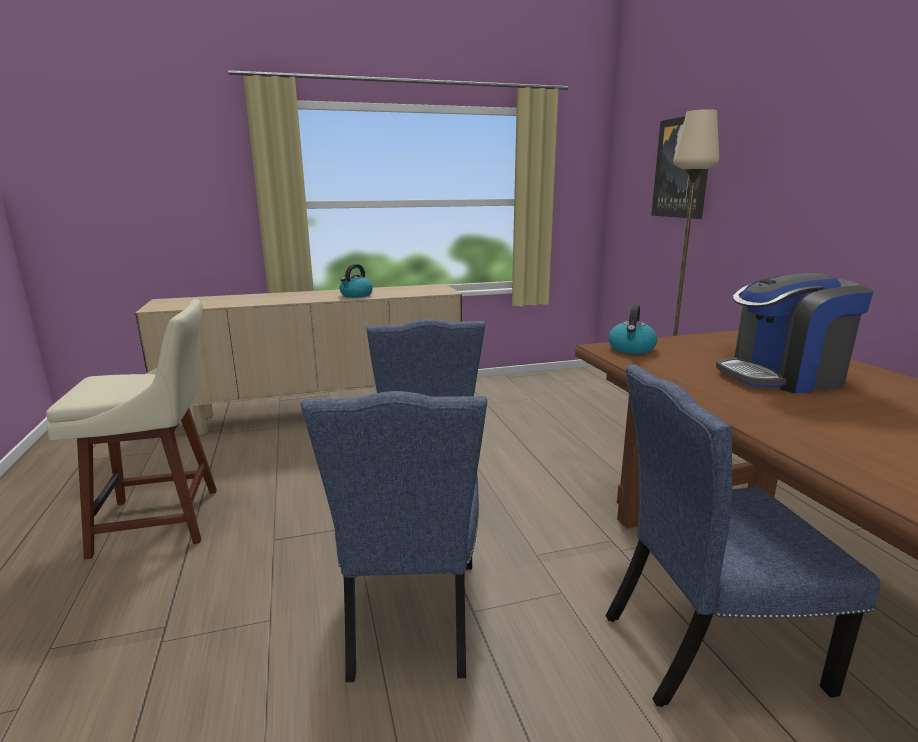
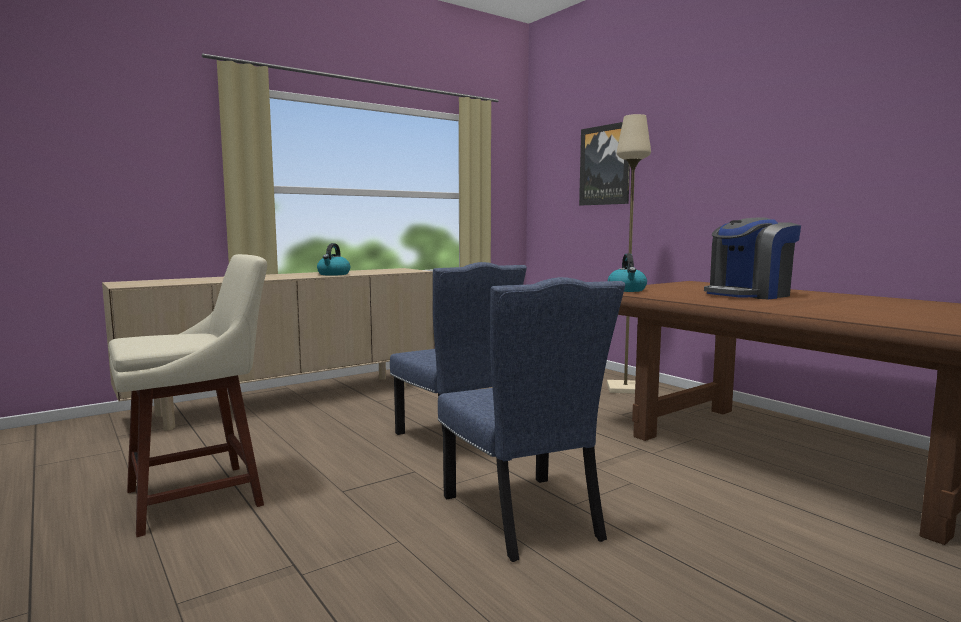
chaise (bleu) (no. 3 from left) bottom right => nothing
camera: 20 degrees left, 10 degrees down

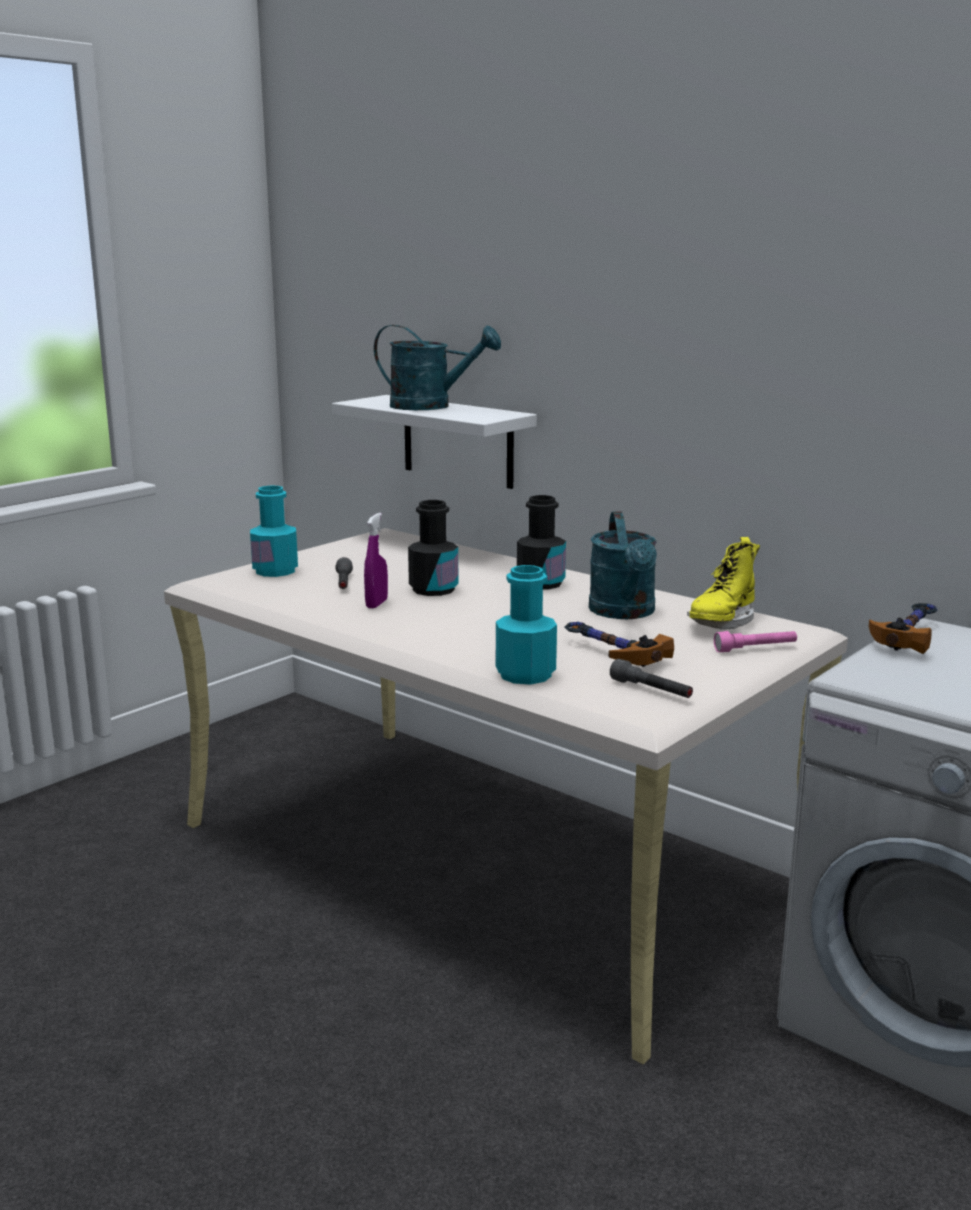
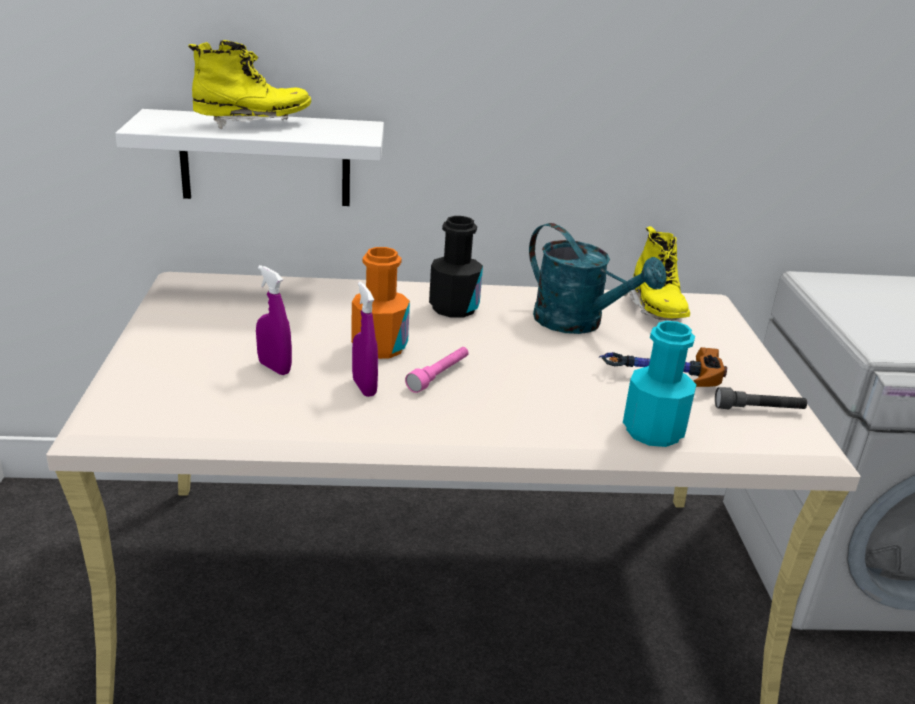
bouteille (turquoise) (no. 1 from left) middle left => nothing
lampe de poche (gris) (no. 1 from left) centre => vaporisateur (violet) (no. 1 from left) middle left
arrosoir (turquoise) (no. 1 from left) top centre => botte (jaune) (no. 1 from left) top left
bouteille (noir) (no. 1 from left) centre => bouteille (orange) centre
lampe de poche (rose) middle right => lampe de poche (rose) centre, shifted
marteau (no. 2 from left) middle right => nothing
camera: 45 degrees left, 10 degrees up

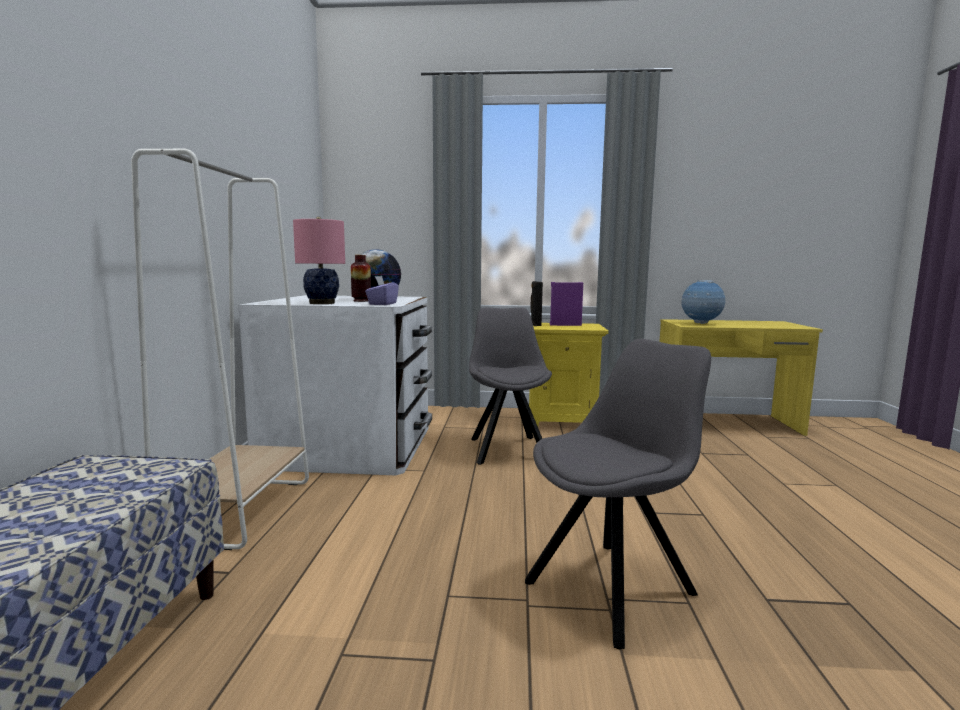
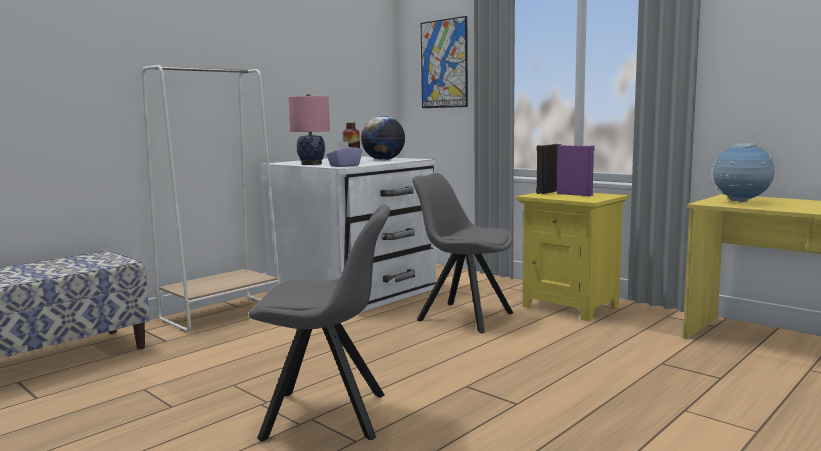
chaise (gris) (no. 1 from left in the first image) centre => chaise (gris) (no. 2 from left) centre, 90 degrees counterclockwise
nothing => tableau top centre
camera: 40 degrees right, 0 degrees up

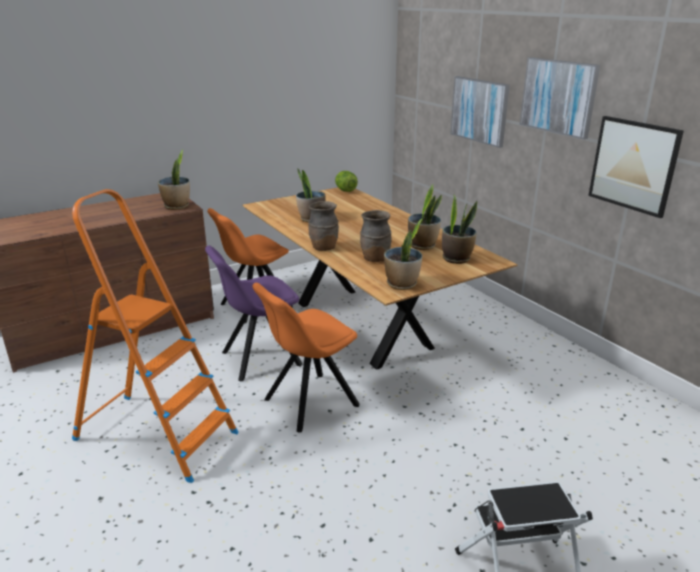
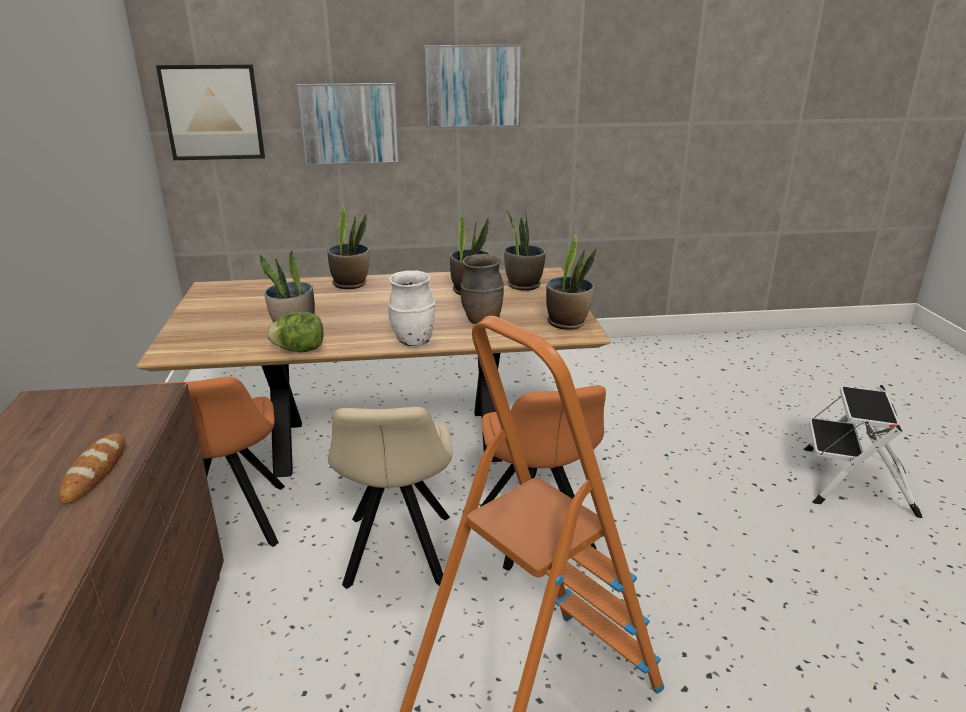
plante en pot (no. 1 from left in the first image) top left => plante en pot (no. 2 from left) centre, shifted
chaise (violet) centre => chaise (beige) bottom centre
vase (marron) (no. 1 from left) centre => vase (blanc) centre
laitue top centre => laitue middle left, shifted
tableau (no. 3 from left in the first image) top right => tableau (no. 1 from left) top left, shifted
nothing => pain middle left
camera: 65 degrees left, 0 degrees up

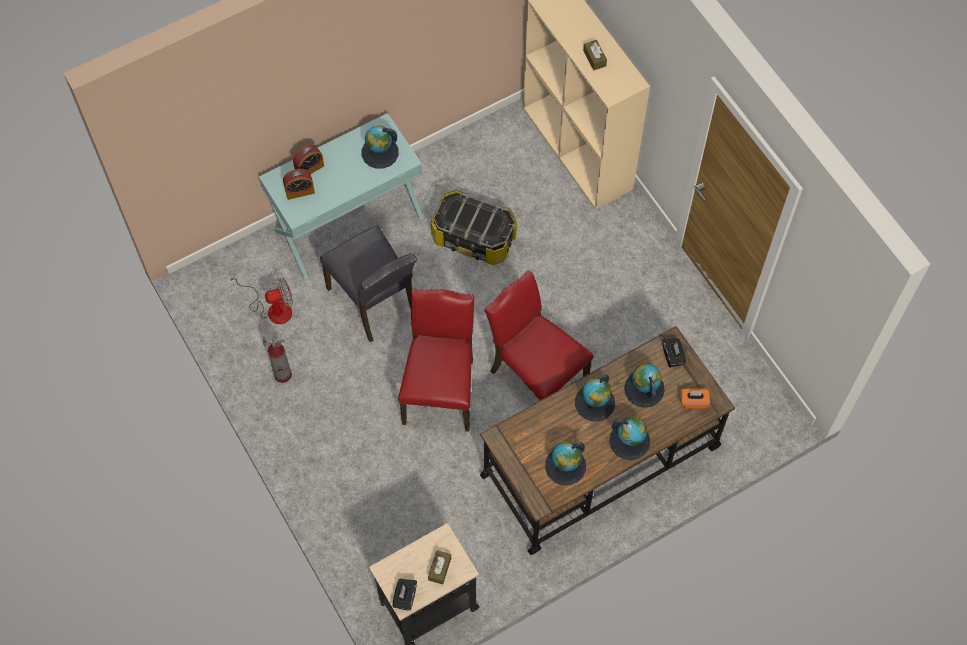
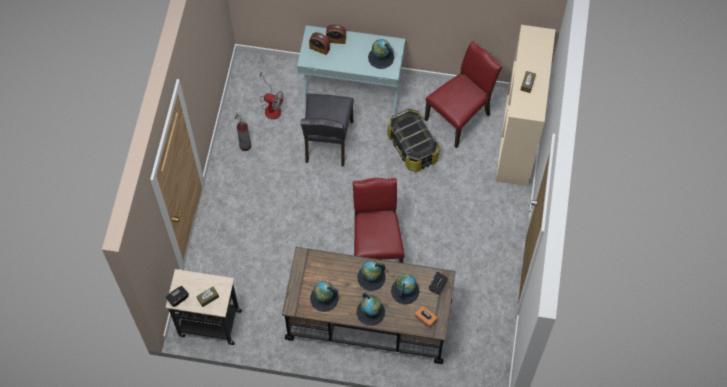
chaise (rouge) (no. 1 from left in the first image) centre => chaise (rouge) (no. 2 from left) top centre, shifted
camera: 40 degrees right, 0 degrees up

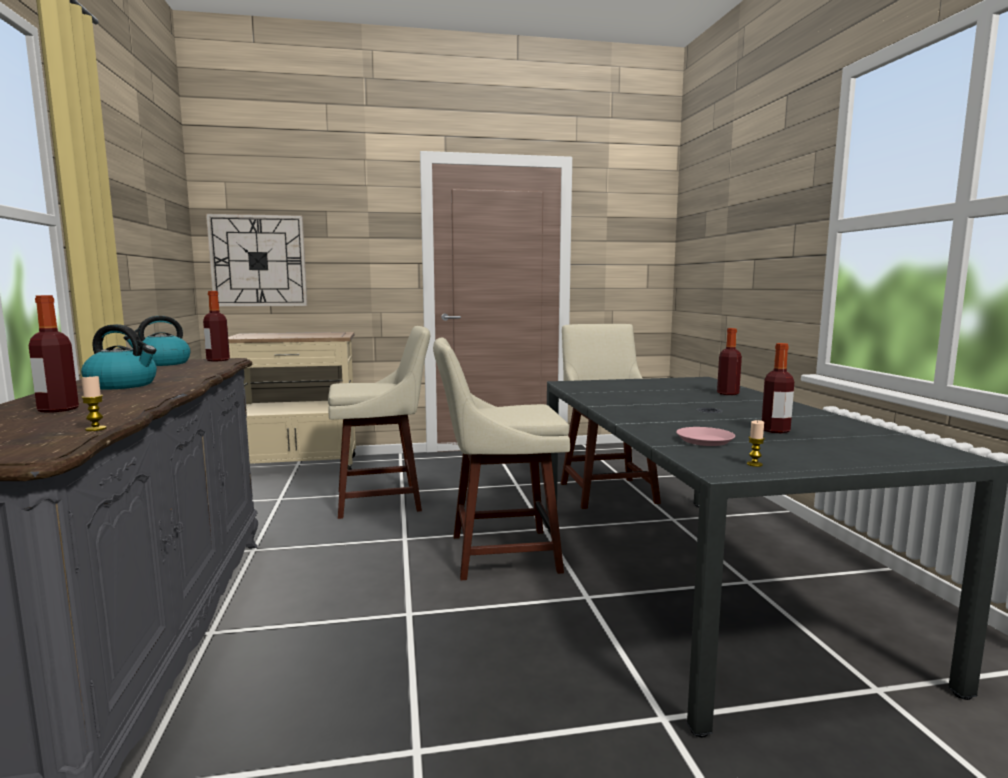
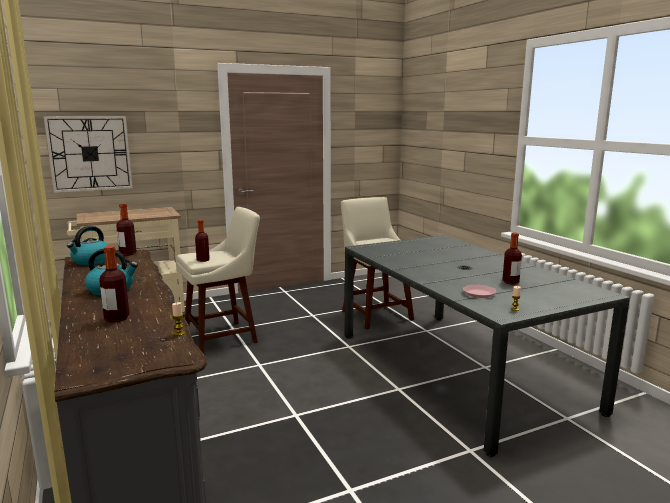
tabouret (beige) (no. 2 from left) centre => nothing
bouteille (no. 3 from left) middle right => bouteille (no. 3 from left) middle left, shifted
camera: 15 degrees left, 5 degrees up

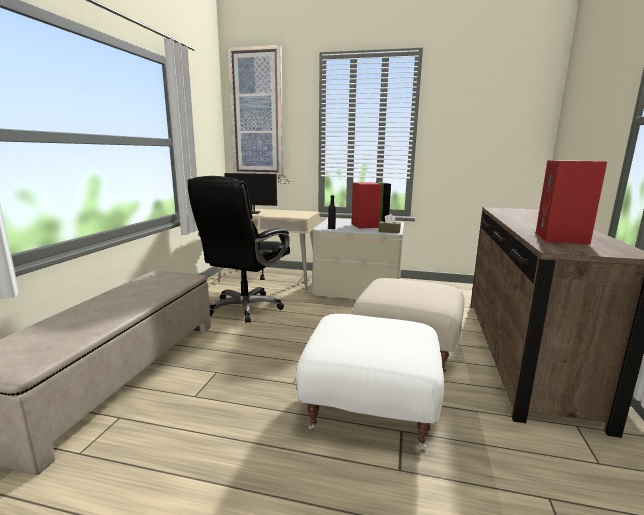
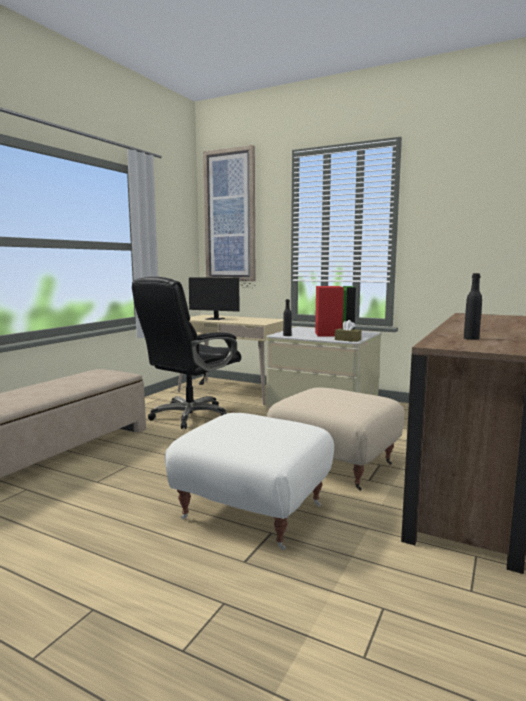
enceinte (rouge) (no. 2 from left) middle right => bouteille (noir) (no. 2 from left) middle right
camera: 15 degrees right, 5 degrees down

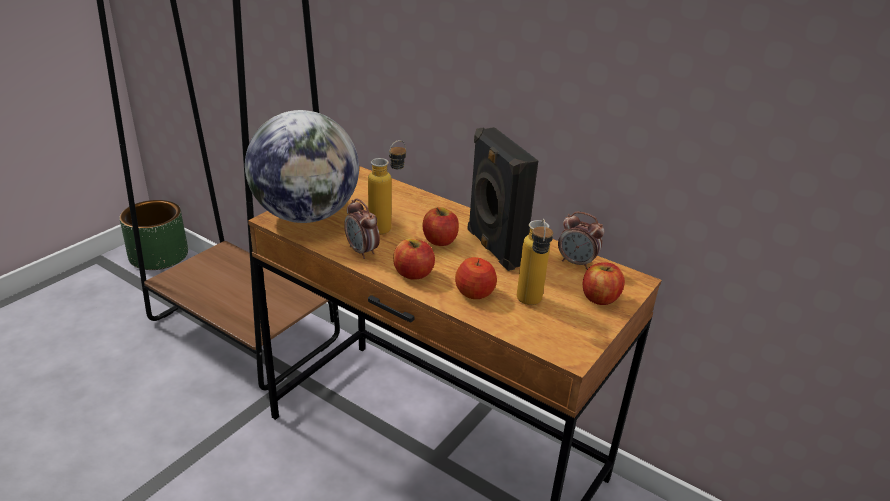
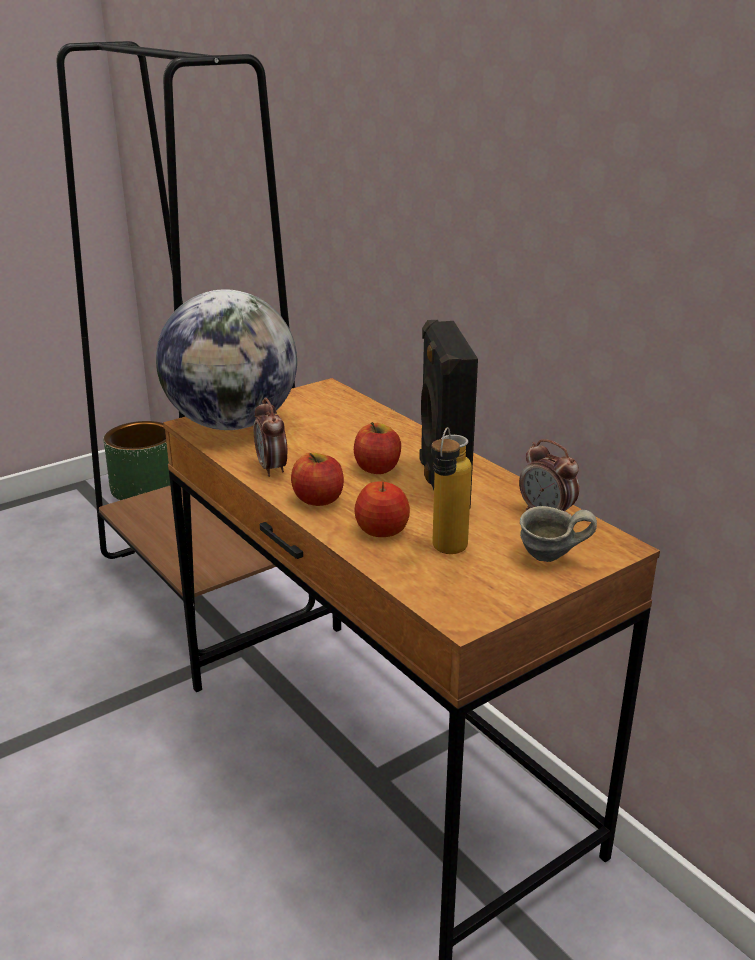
bouteille (no. 1 from left) centre => nothing
pomme (no. 4 from left) middle right => mug (gris) middle right
camera: 20 degrees right, 5 degrees down

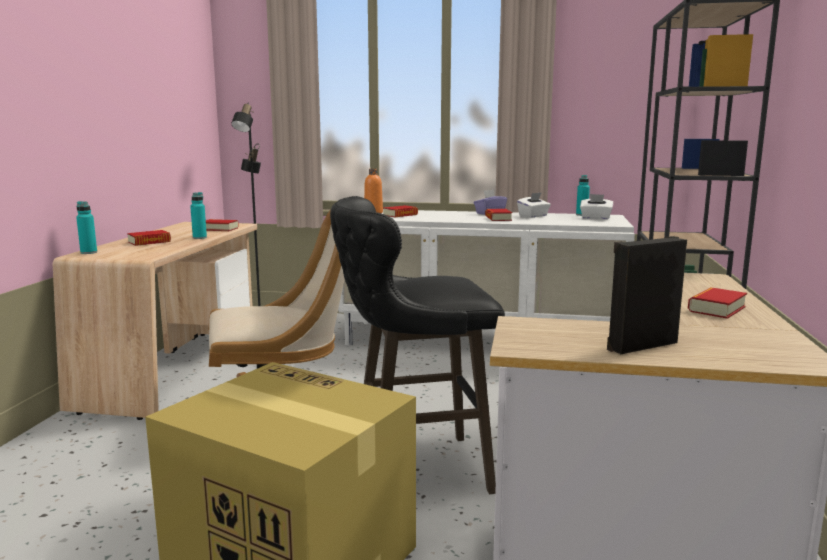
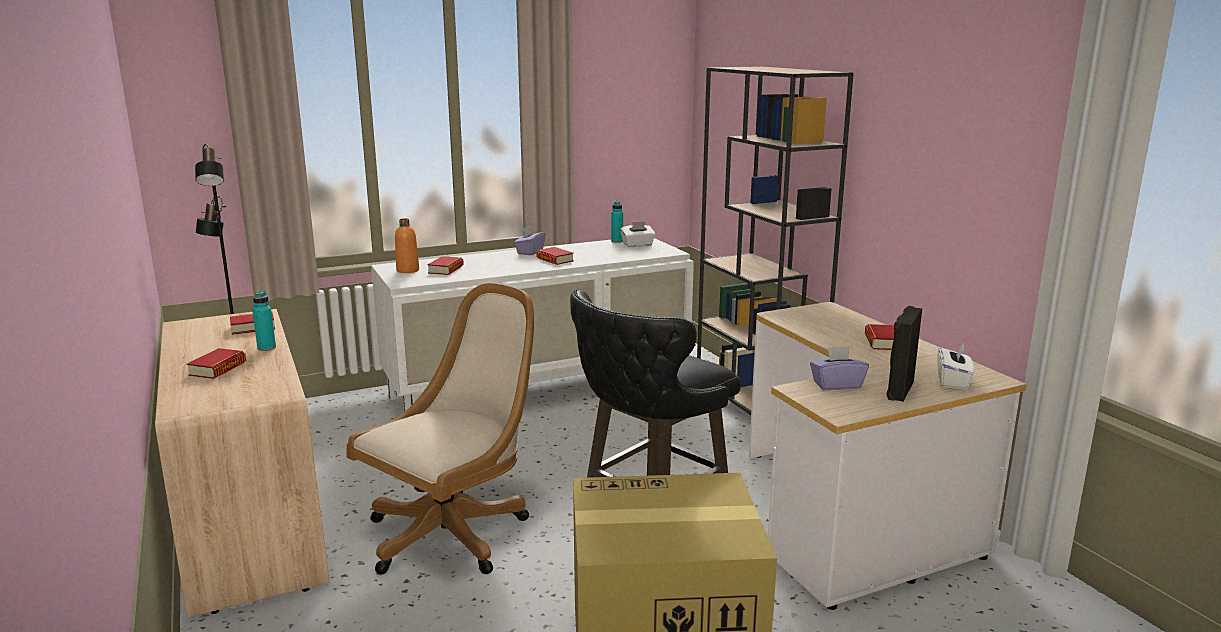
bouteille (turquoise) (no. 1 from left) middle left => nothing
boîte à mouchoirs (blanc) (no. 1 from left in the first image) centre => boîte à mouchoirs (blanc) (no. 2 from left) middle right, shifted
nothing => boîte à mouchoirs (violet) (no. 2 from left) middle right
camera: 35 degrees left, 5 degrees up

